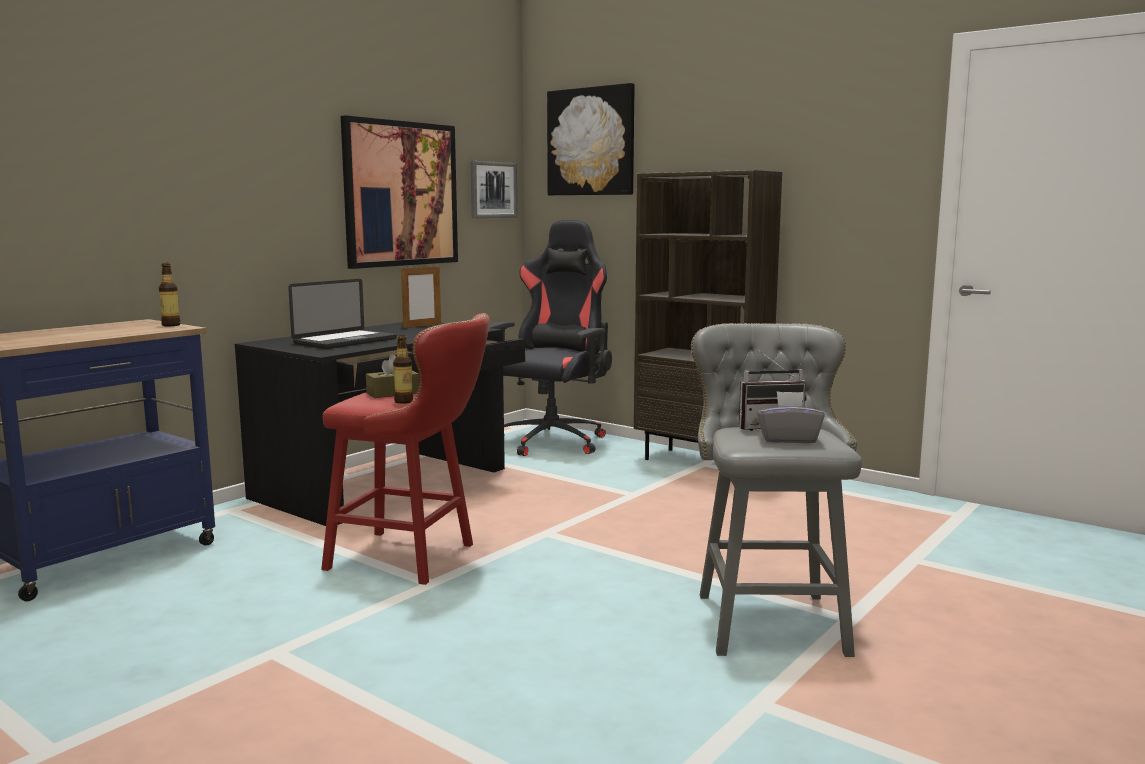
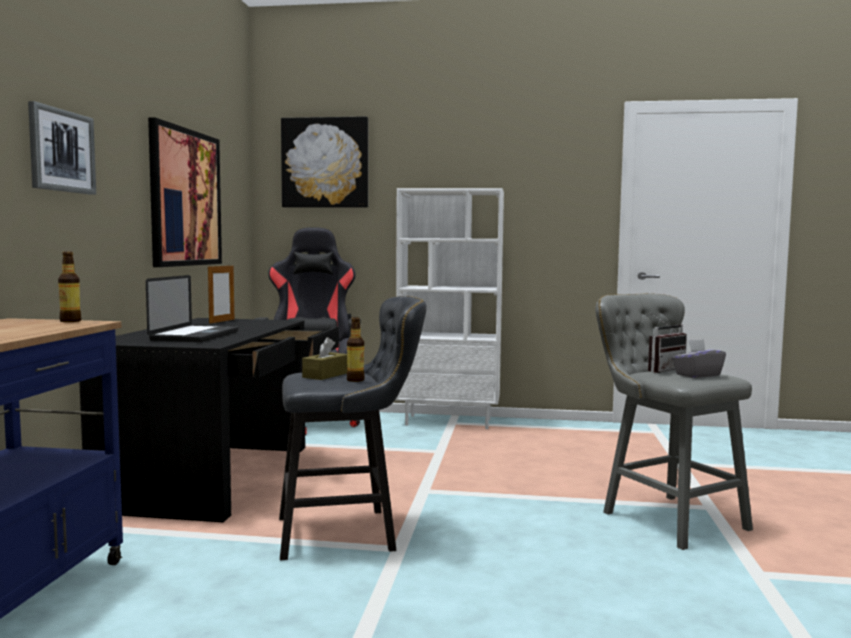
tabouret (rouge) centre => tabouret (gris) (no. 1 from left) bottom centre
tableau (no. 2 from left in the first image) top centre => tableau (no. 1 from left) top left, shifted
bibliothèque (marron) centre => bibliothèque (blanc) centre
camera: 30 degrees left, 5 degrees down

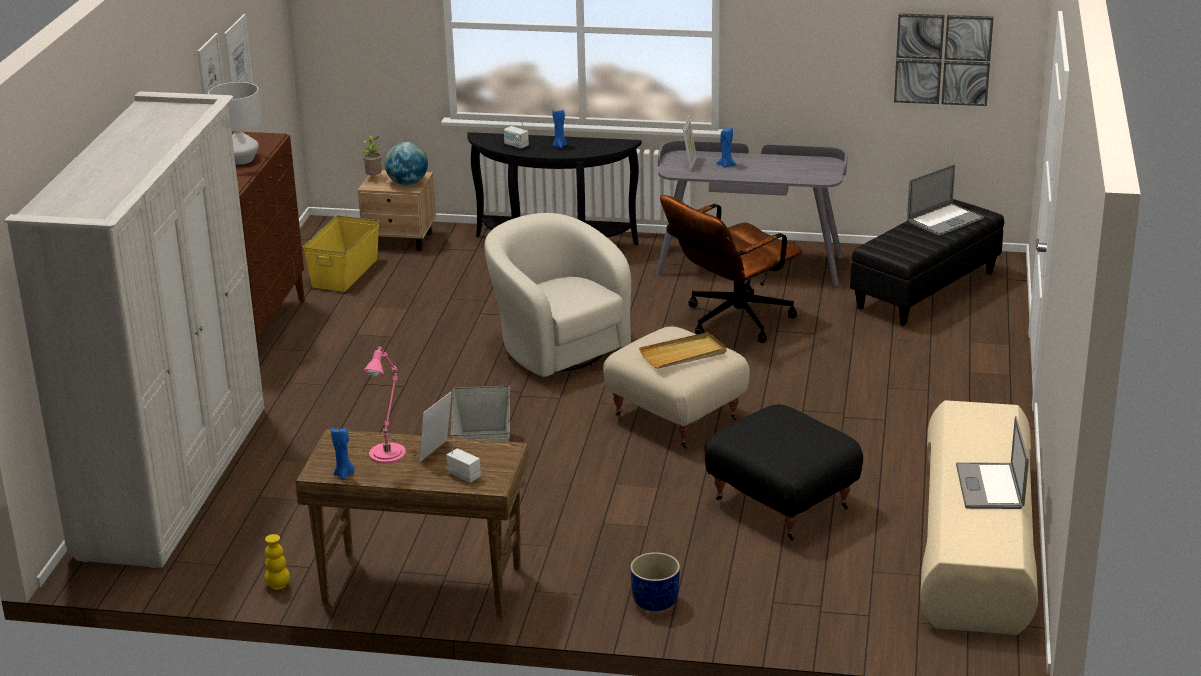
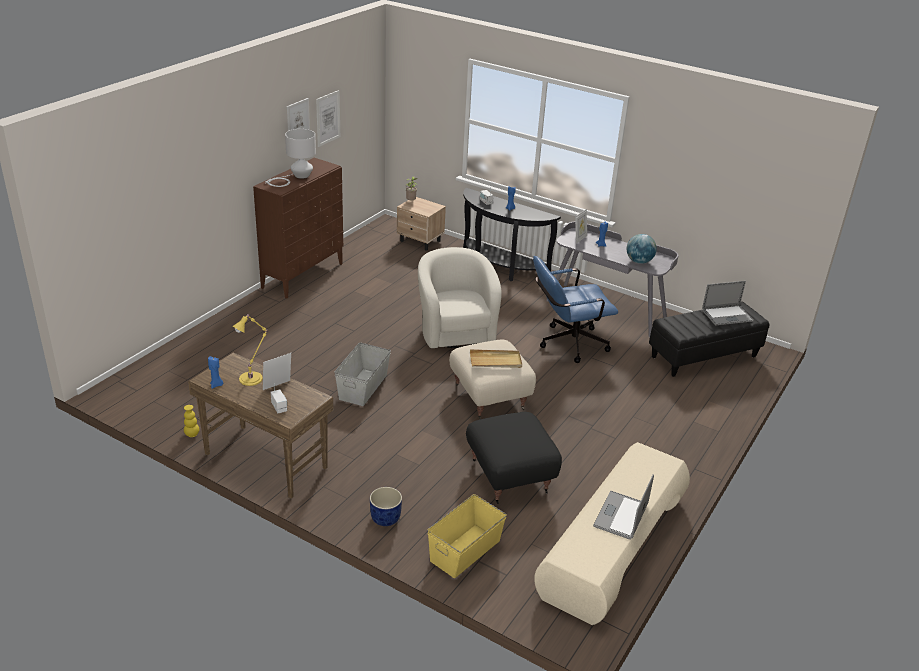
armoire (blanc) middle left => nothing
boîte de rangement (jaune) middle left => boîte de rangement (jaune) bottom centre, shifted
lampe de table (rose) middle left => lampe de table (jaune) middle left
globe top centre => globe middle right, shifted
chaise de bureau (marron) centre => chaise de bureau (bleu) centre
tableau (no. 3 from left) top right => nothing
camera: 20 degrees right, 5 degrees up

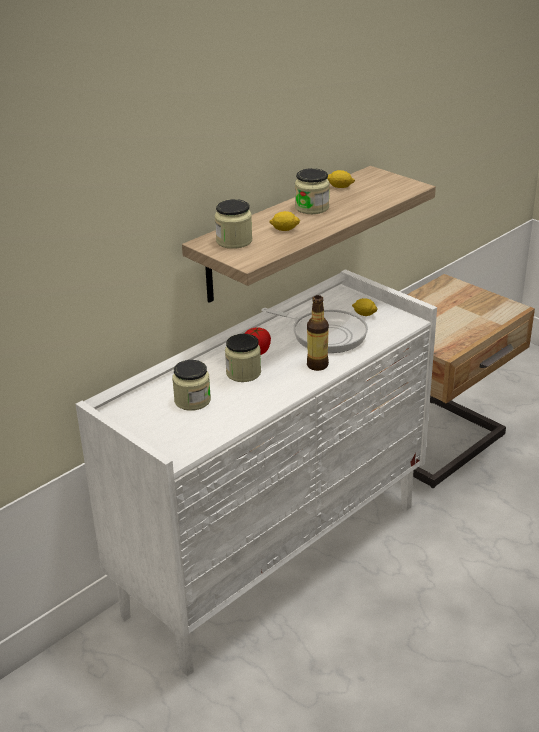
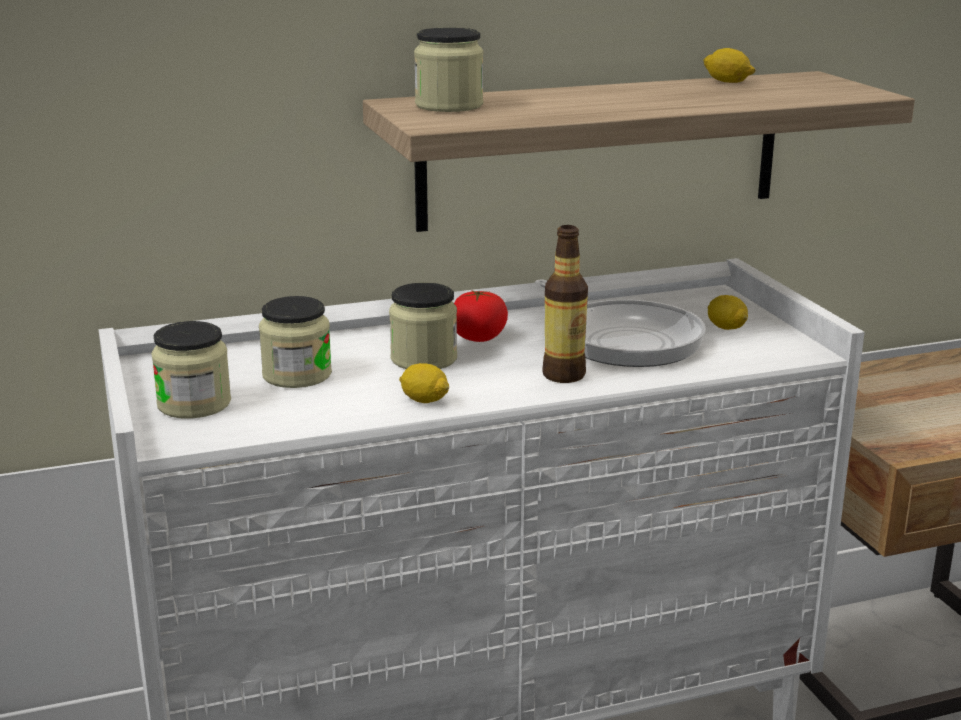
citron (no. 1 from left) top centre => citron (no. 1 from left) centre, shifted
bocal (no. 4 from left in the first image) top centre => bocal (no. 1 from left) middle left, shifted
camera: 25 degrees right, 10 degrees down

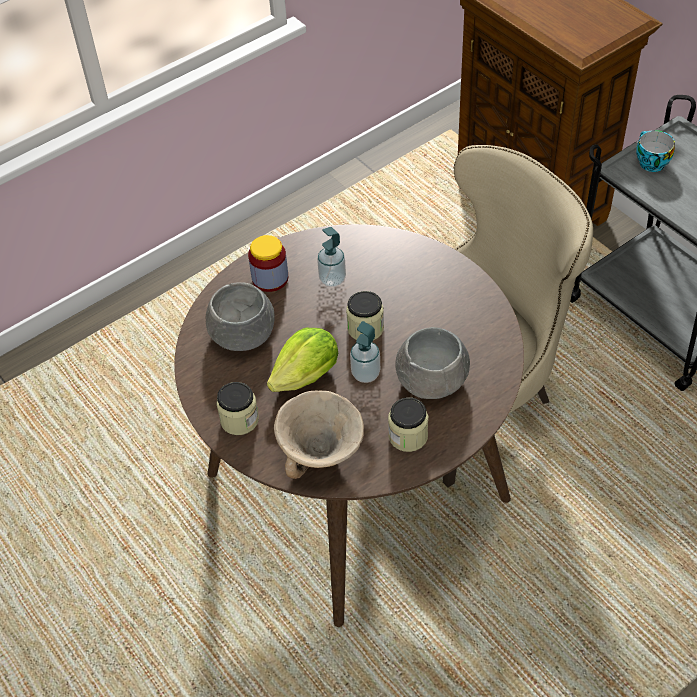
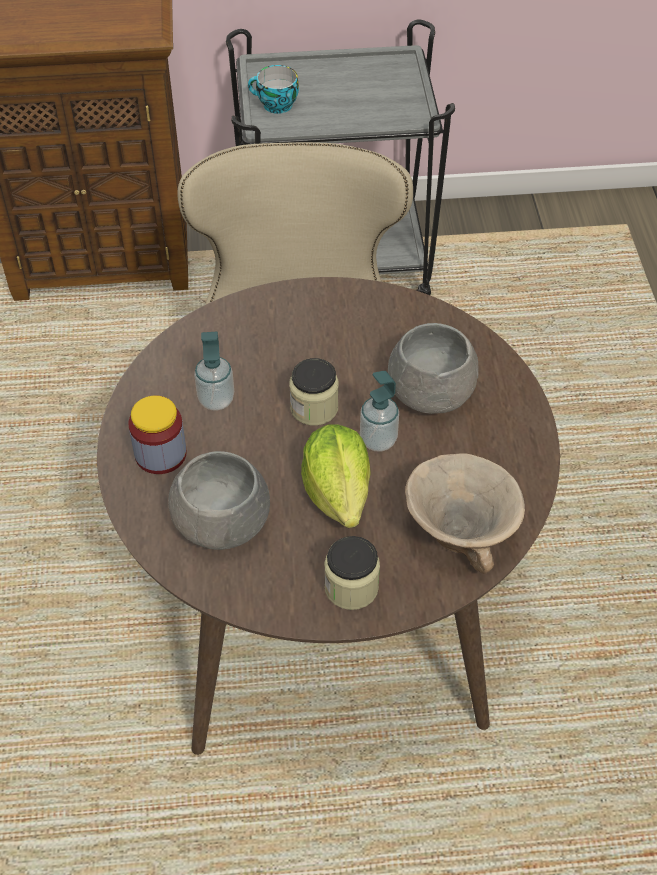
bocal (no. 4 from left) centre => nothing
camera: 60 degrees left, 0 degrees up

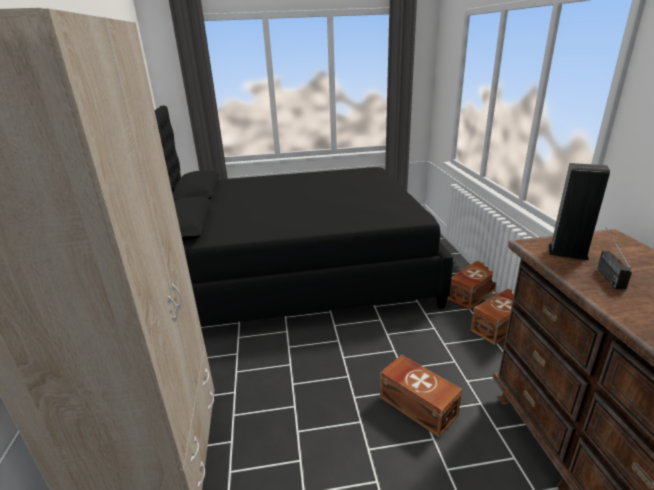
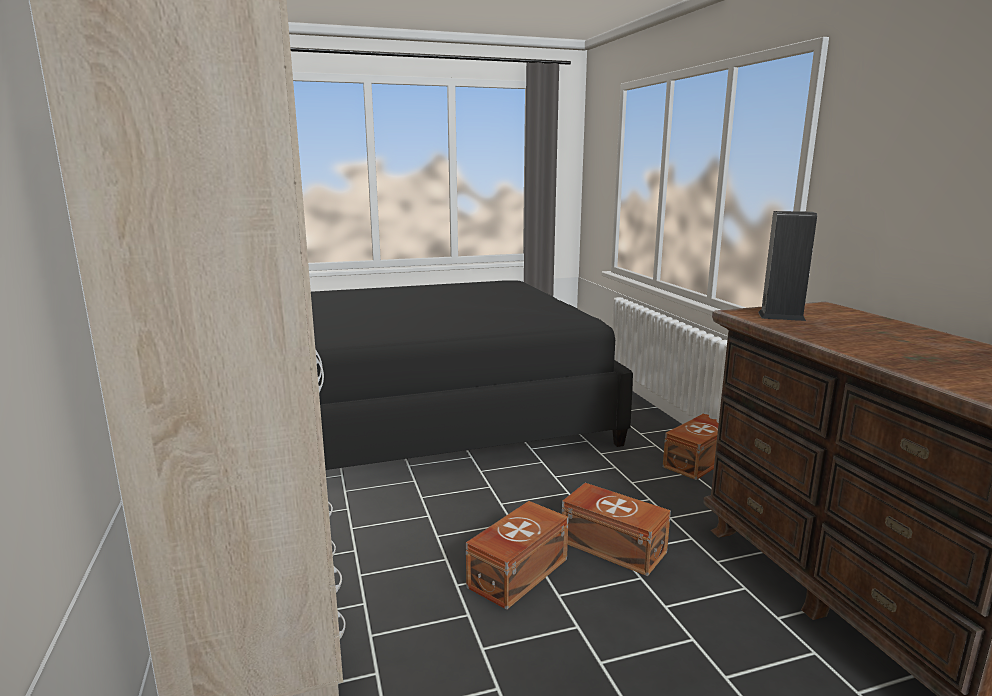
boîte de rangement (marron) (no. 2 from left in the first image) middle right => boîte de rangement (marron) (no. 1 from left) bottom centre, shifted
radio middle right => nothing
camera: 10 degrees left, 10 degrees down

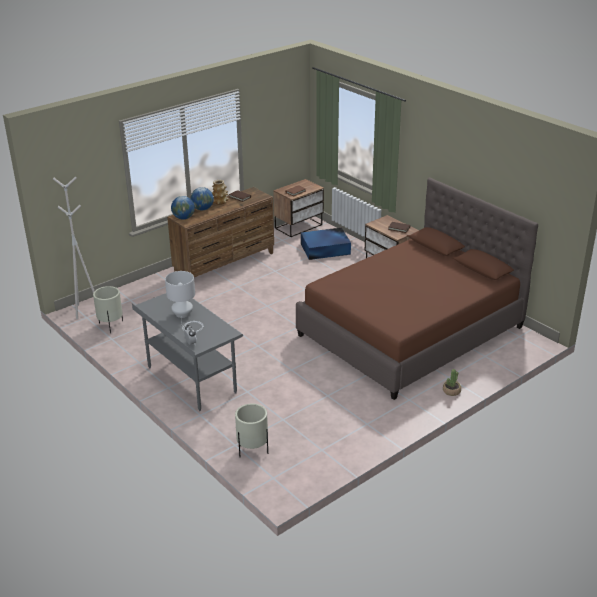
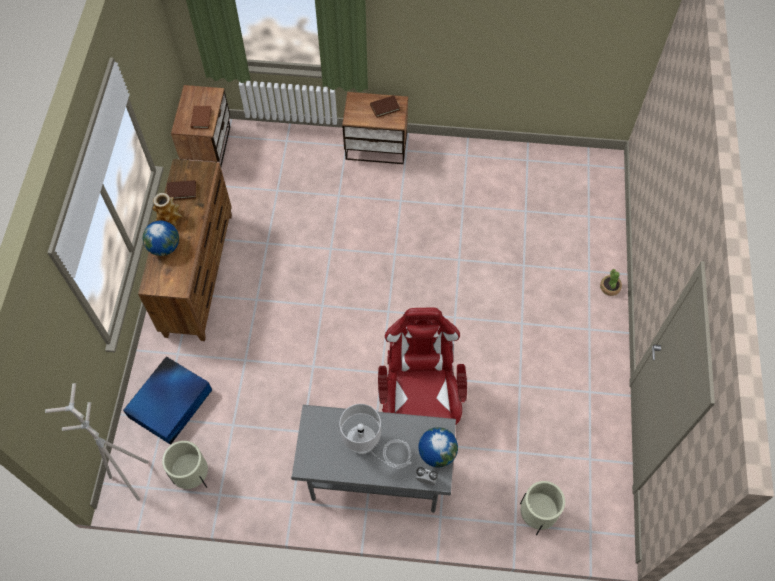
globe (no. 1 from left in the first image) middle left => globe (no. 2 from left) bottom centre, shifted
lit (marron) middle right => nothing
boîte de rangement (bleu) centre => boîte de rangement (bleu) bottom left, shifted
nothing => chaise de bureau (rouge) centre
camera: 45 degrees left, 30 degrees up

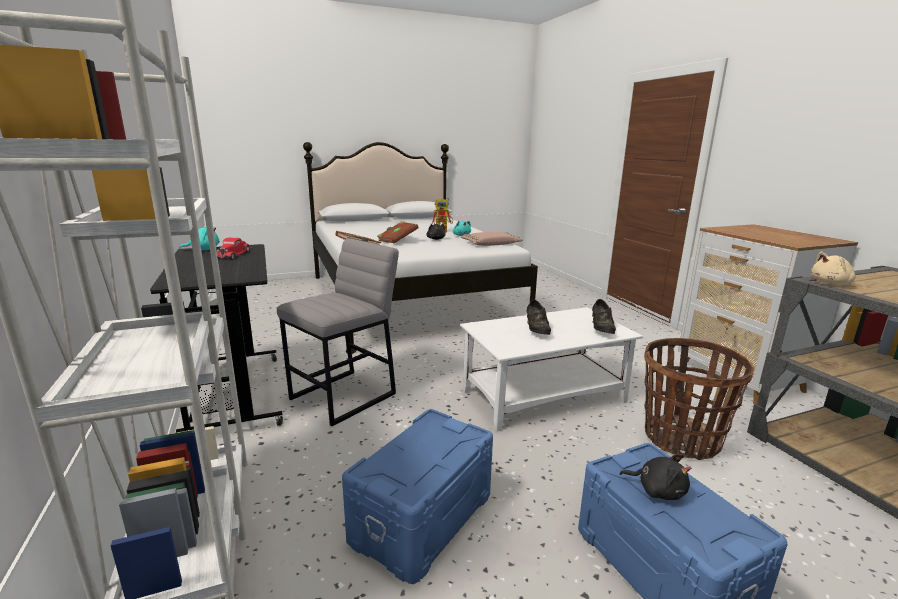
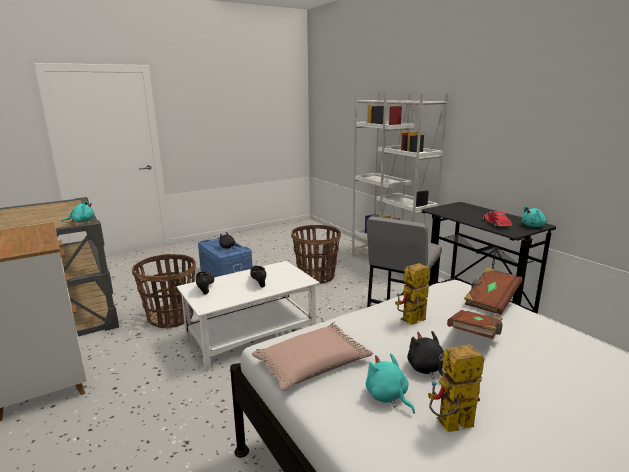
boîte de rangement (bleu) (no. 1 from left) bottom centre => panier (no. 2 from left) centre
peluche (beige) middle right => peluche (turquoise) (no. 1 from left) middle left
nothing => robot jouet (no. 1 from left) centre
camera: 170 degrees right, 0 degrees up

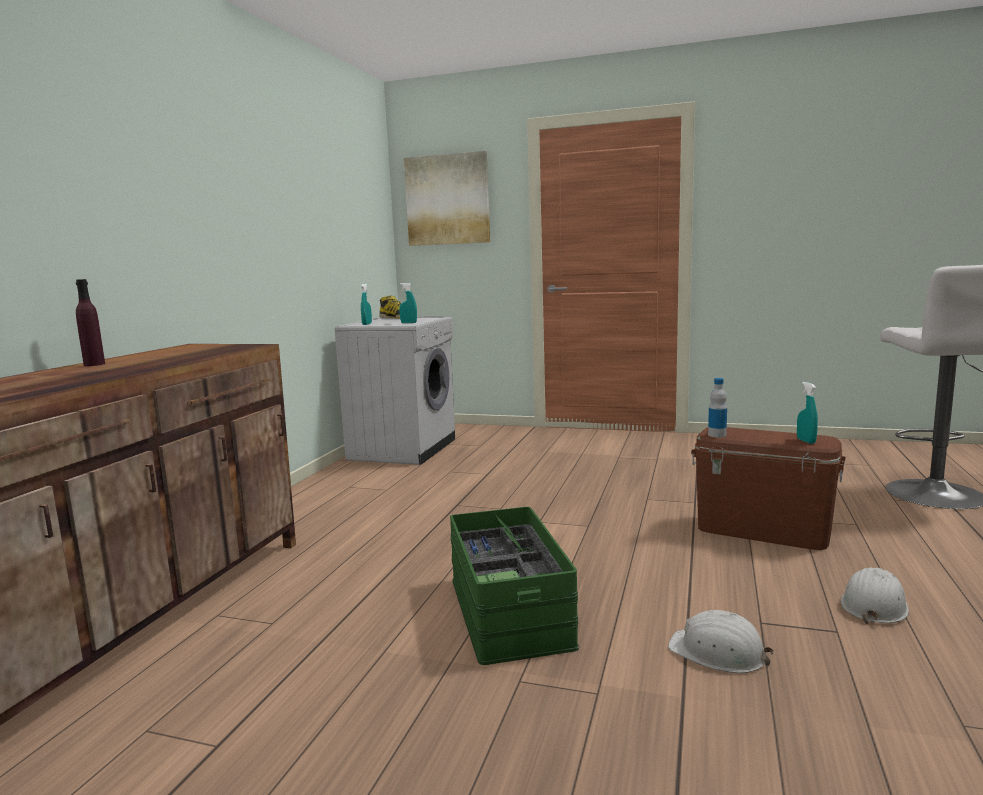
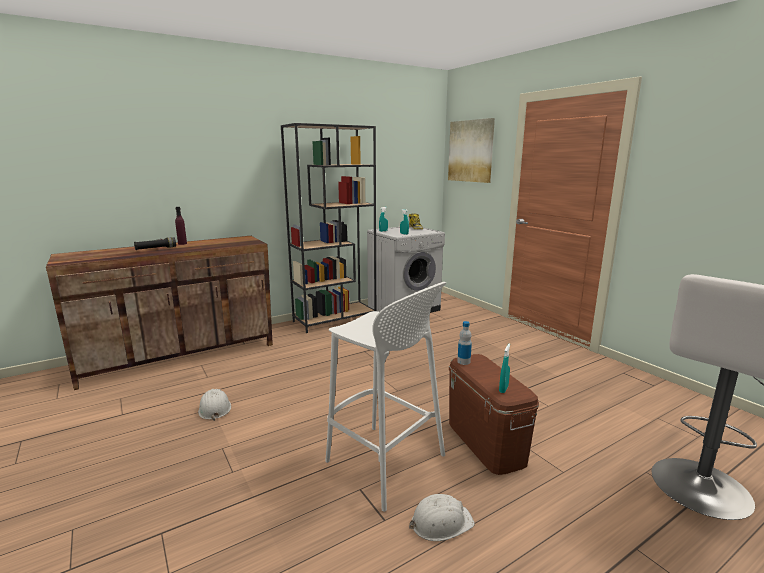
boîte de rangement (vert) bottom centre => nothing
casque de chantier (blanc) (no. 1 from left) bottom right => casque de chantier (blanc) (no. 1 from left) bottom left, shifted
nothing => lampe de poche (noir) middle left
nothing => bibliothèque centre
nothing => tabouret (blanc) (no. 1 from left) bottom centre
camera: 40 degrees right, 5 degrees up

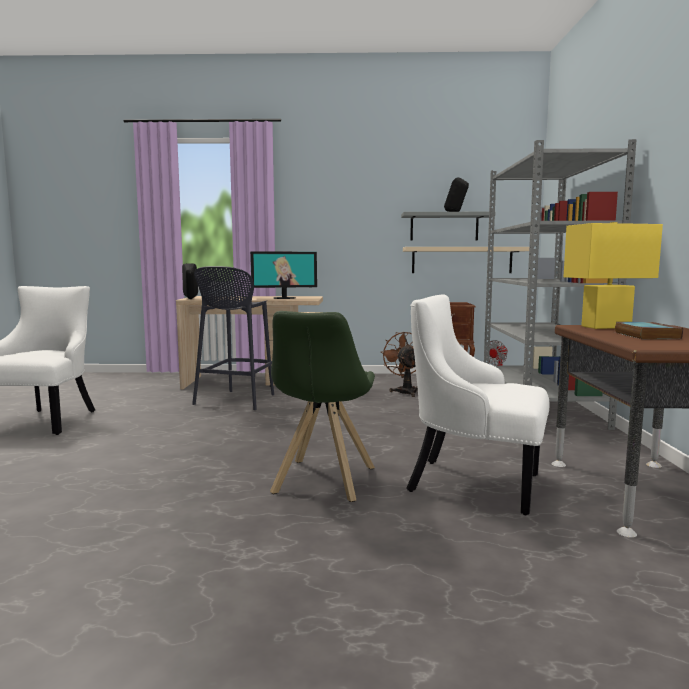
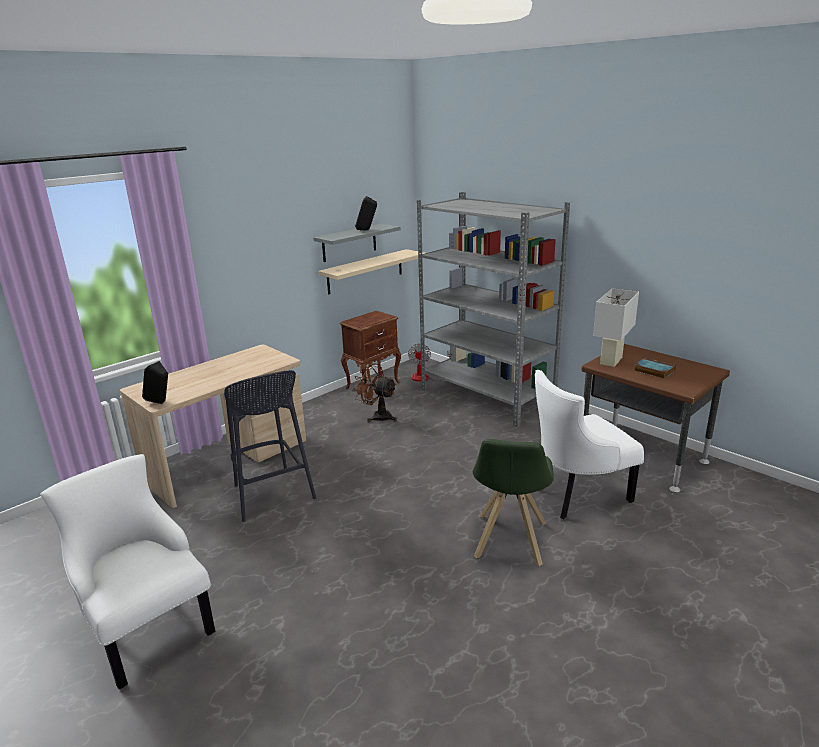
écran d'ordinateur centre => nothing
chaise (vert) centre => chaise (vert) bottom centre, 45 degrees clockwise
lampe de table (jaune) middle right => lampe de table (blanc) middle right
camera: 45 degrees left, 15 degrees up

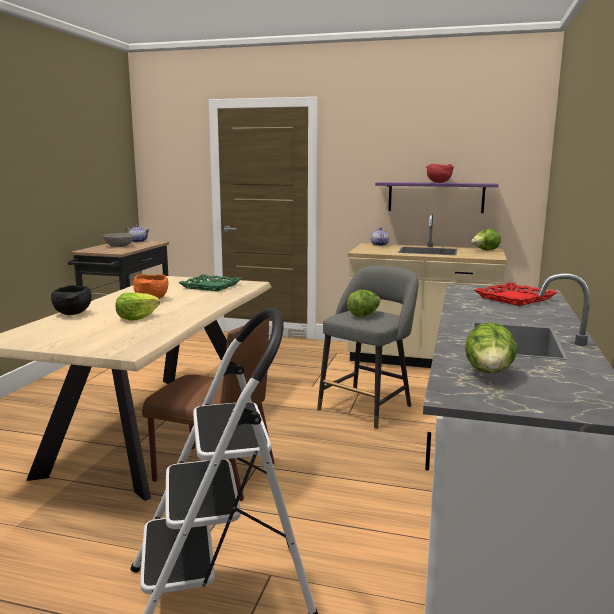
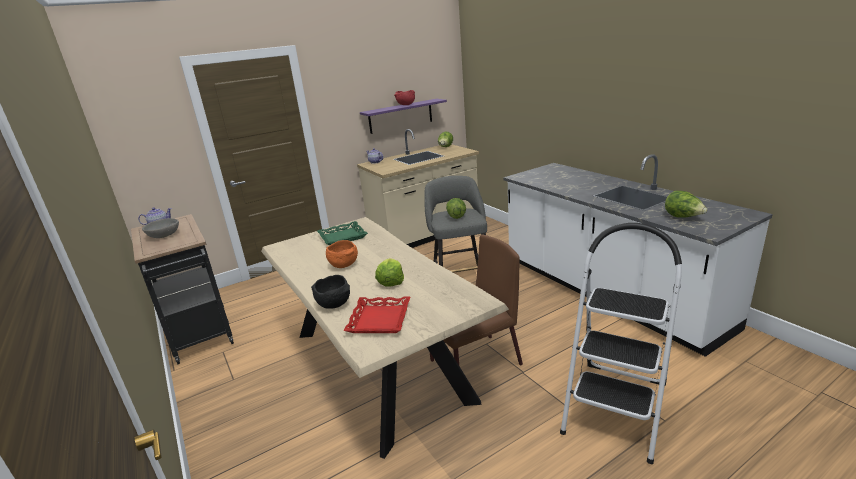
plateau (rouge) middle right => plateau (rouge) centre, shifted
camera: 45 degrees left, 10 degrees up

